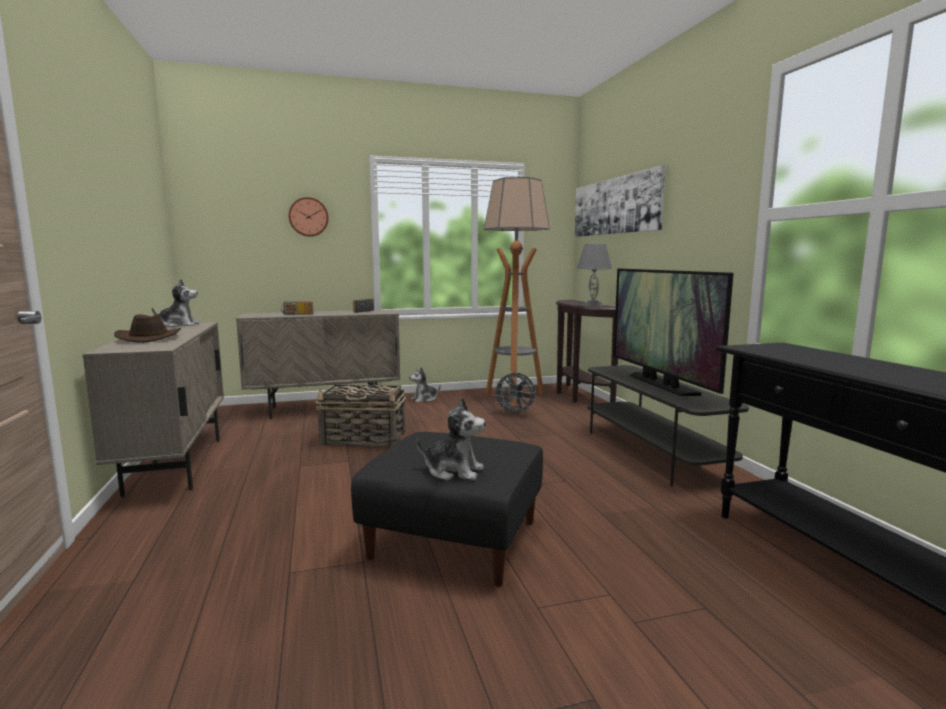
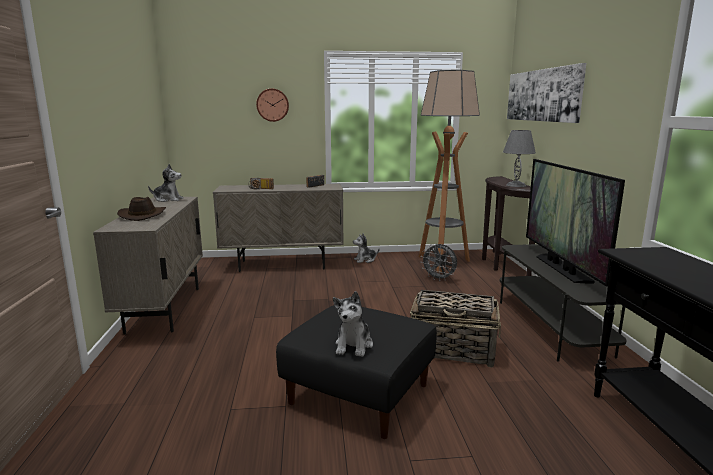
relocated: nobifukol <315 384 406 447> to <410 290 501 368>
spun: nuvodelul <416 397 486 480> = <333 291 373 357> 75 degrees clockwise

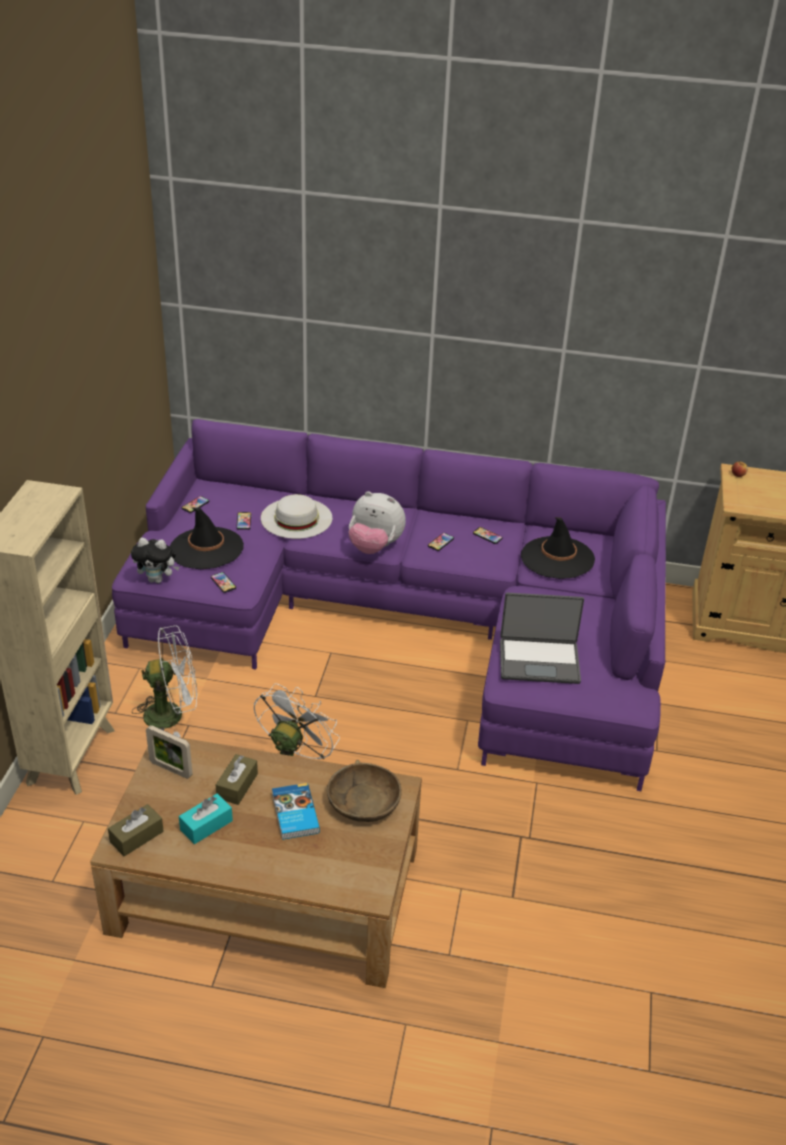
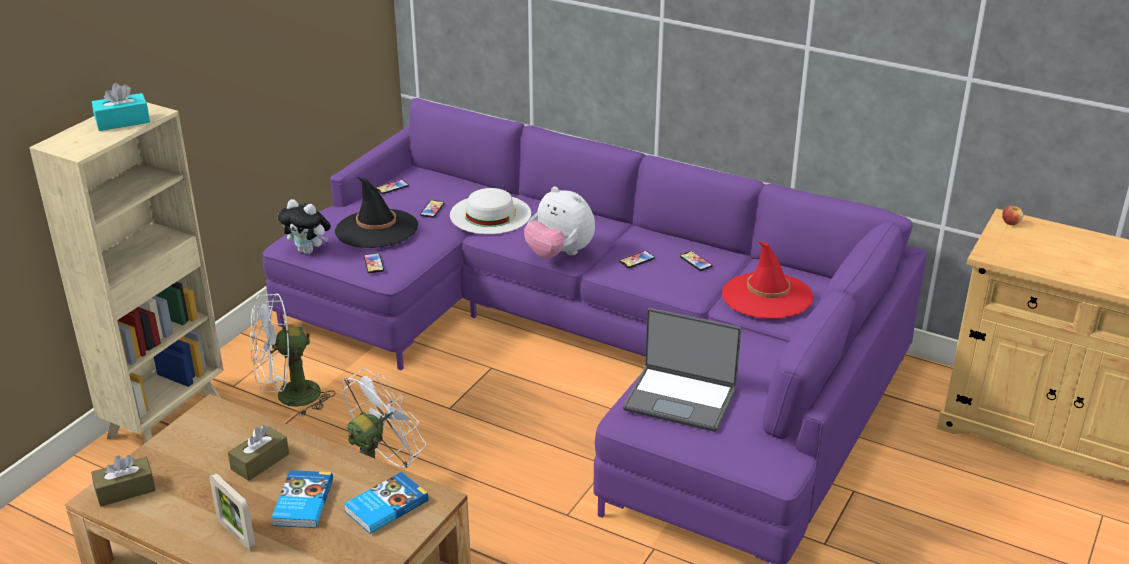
relocated: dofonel <146 725 192 779> to <209 473 255 550>; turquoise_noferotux <179 793 233 844> to <92 83 150 131>
exchanged: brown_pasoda <327 760 402 822> to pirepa <344 472 428 534>
colour: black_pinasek <521 517 595 579> to red_pinasek <722 241 813 319>
spun: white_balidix <132 625 197 737> = <250 293 336 416> 150 degrees clockwise

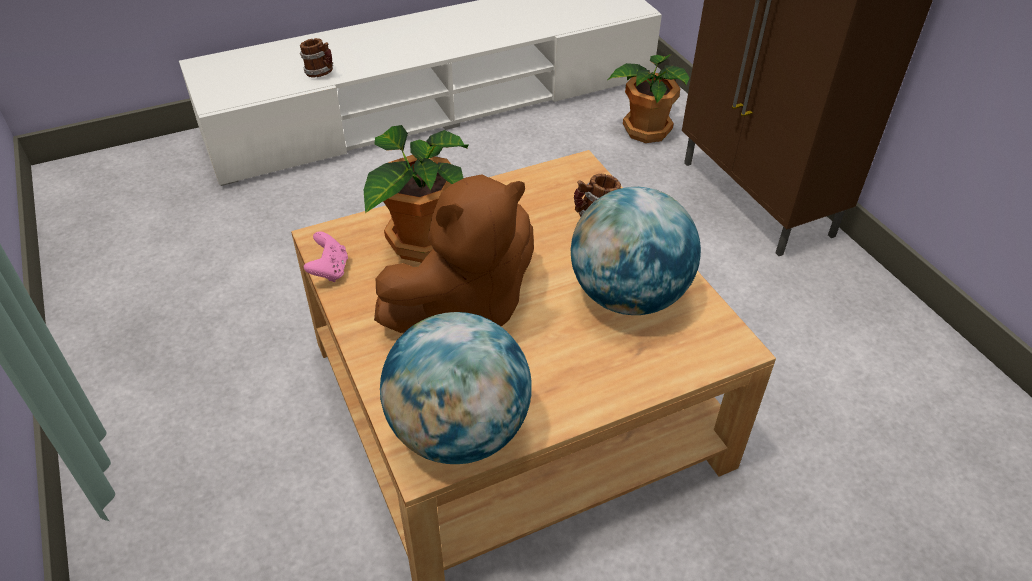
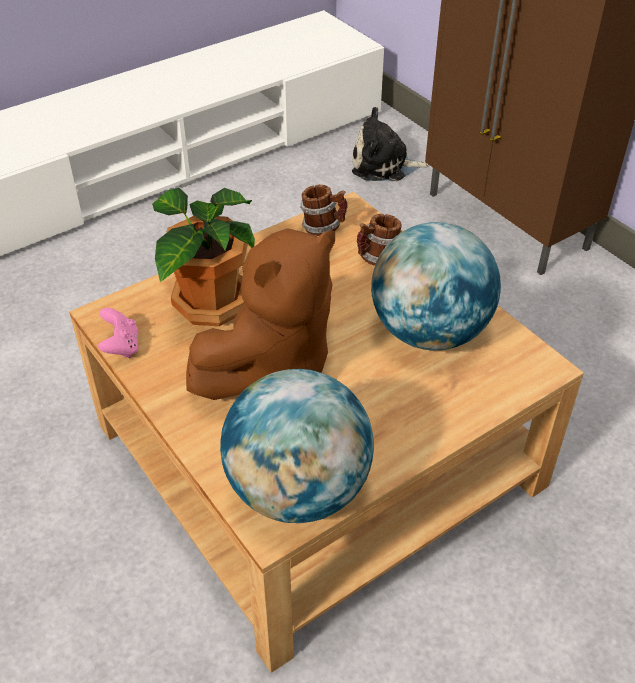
relocated: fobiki <300 38 333 77> to <300 185 347 236>
exchanged: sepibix <608 54 689 143> to nuvodelul <352 107 430 181>

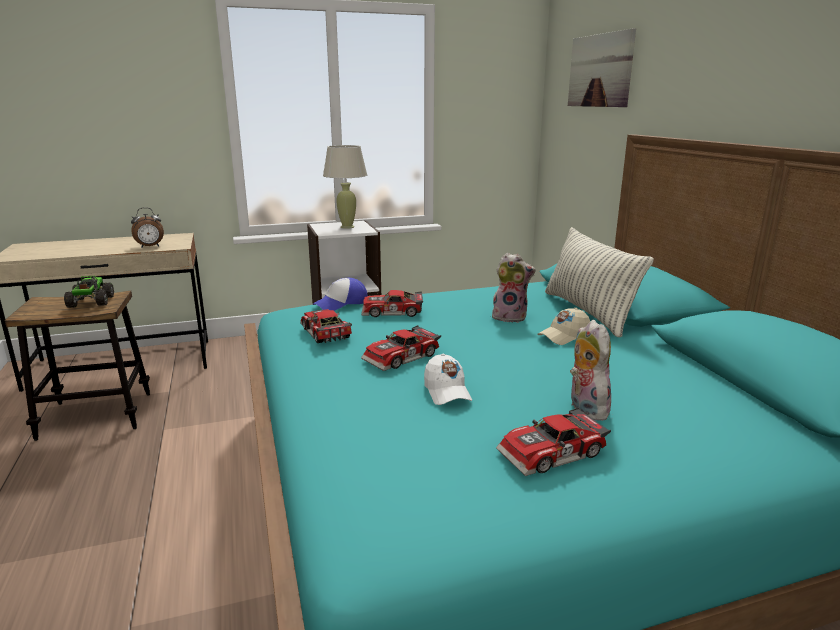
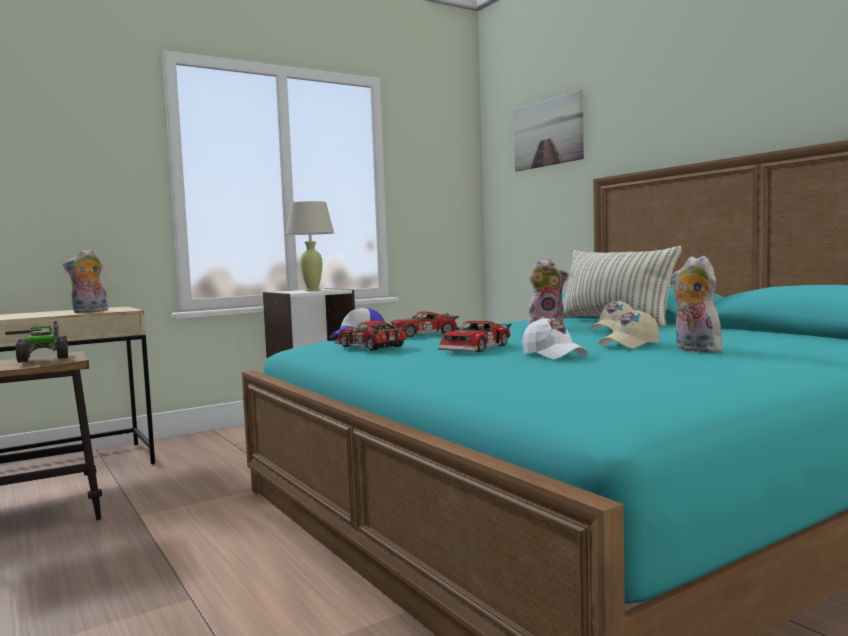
missing: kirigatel <496 408 611 476>
appeared: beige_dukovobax <599 310 659 349>
exchanged: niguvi <131 207 164 248> to nuvodelul <63 249 108 313>

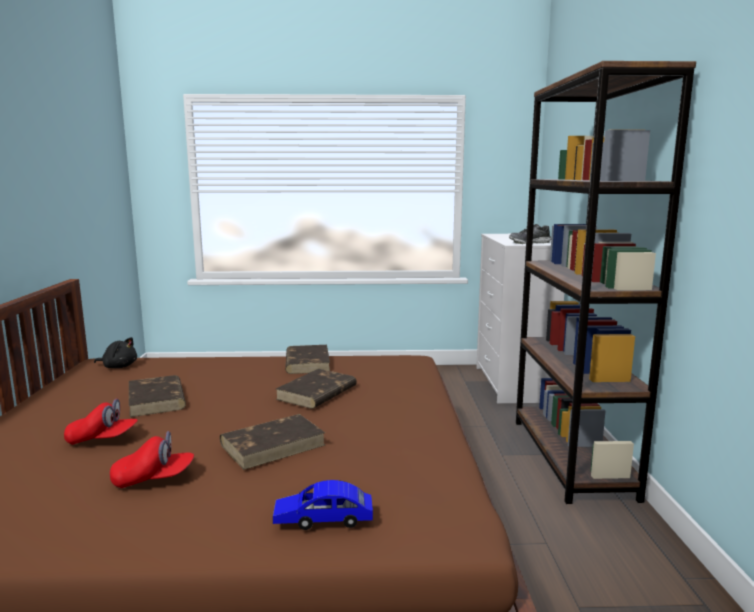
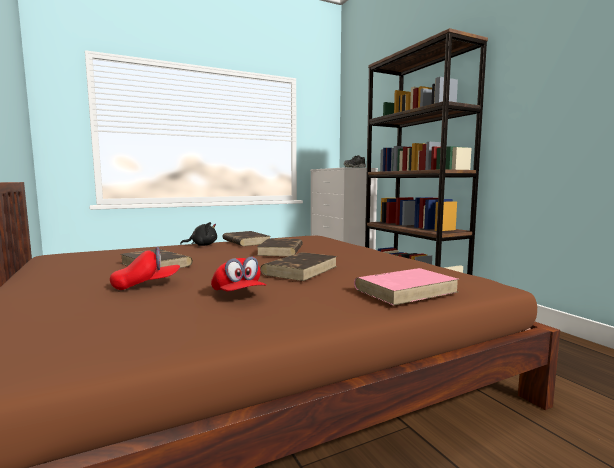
relocated: black_nuvodelul <94 337 137 368> to <180 222 217 246>
exchanged: blue_kirigatel <273 480 373 530> to pink_pirepa <354 268 460 306>
spun: red_dukovobax <110 431 194 488> = <211 256 266 292> 90 degrees clockwise

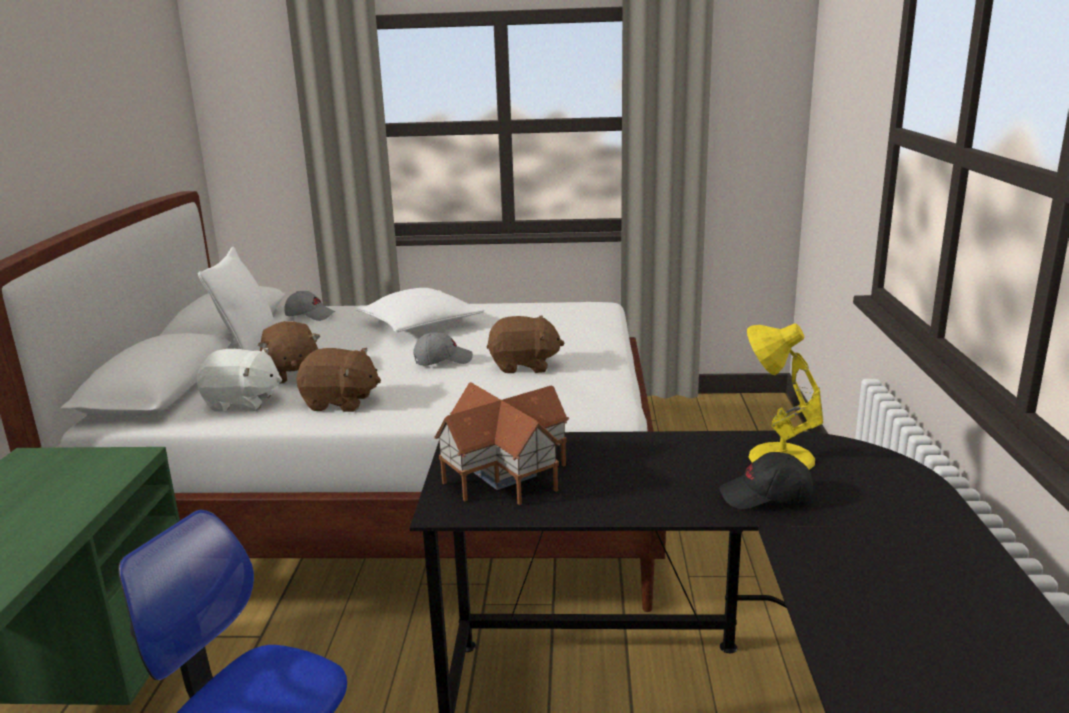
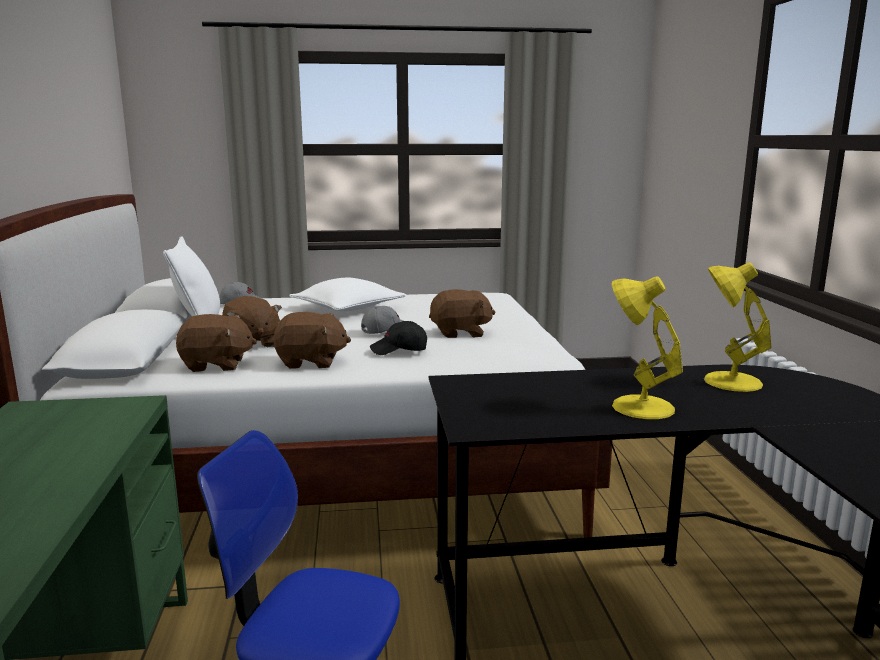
missing: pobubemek <434 382 569 505>
appeared: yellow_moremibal <612 276 683 419>
relocated: black_dukovobax <719 452 813 509> to <370 321 427 355>
colour: white_nuvodelul <196 348 282 412> to brown_nuvodelul <176 314 257 372>

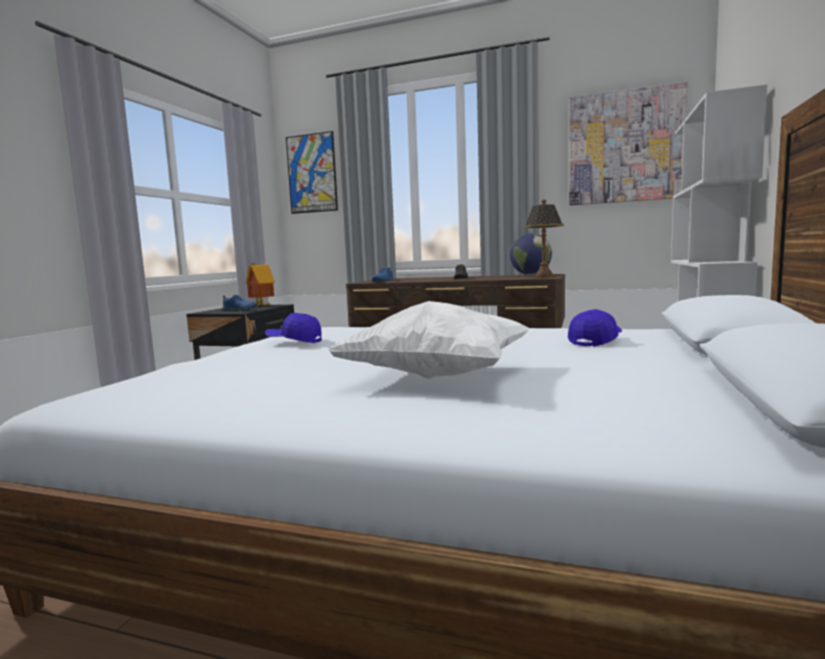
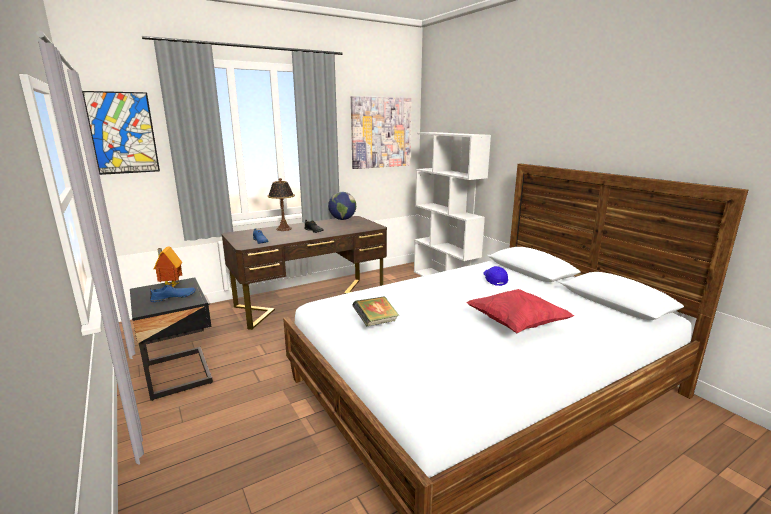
relocated: moremibal <524 199 564 278> to <268 178 295 231>
exchanged: blue_dukovobax <265 313 322 343> to pirepa <352 296 399 326>
colour: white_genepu <327 301 530 379> to red_genepu <466 289 574 333>

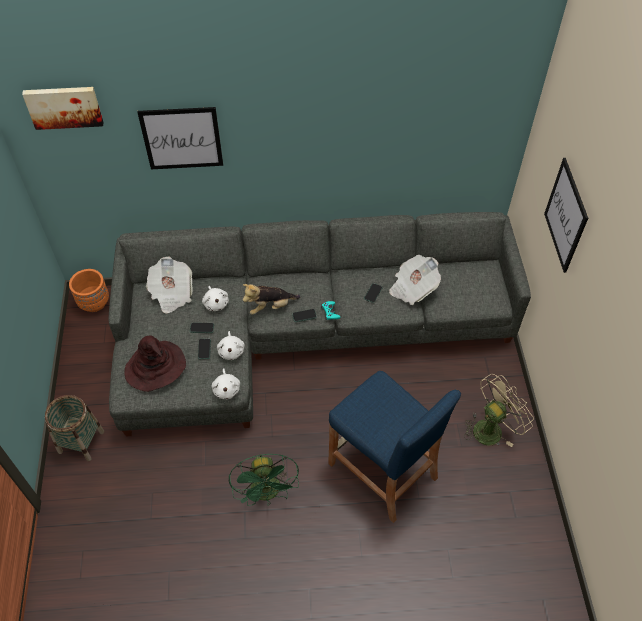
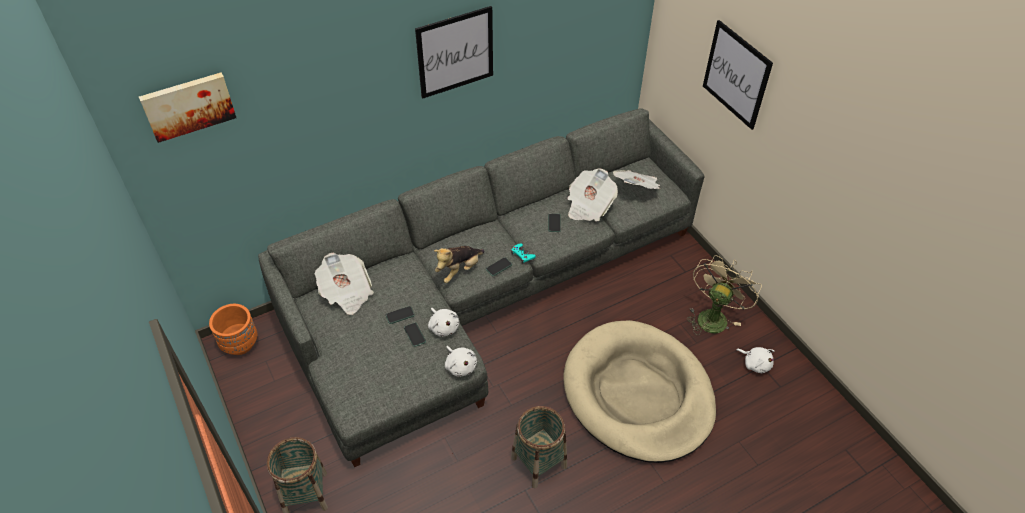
missing: brown_pinasek <124 335 186 392>
appeared: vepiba <613 170 660 189>
relocated: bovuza <137 107 223 169> to <415 6 493 99>; white_nuvodelul <202 286 229 311> to <737 347 774 373>
exchanged: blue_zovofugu <328 371 461 523> to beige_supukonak <563 320 716 463>; green_balidix <229 454 299 506> to nobifukol <511 406 567 488>

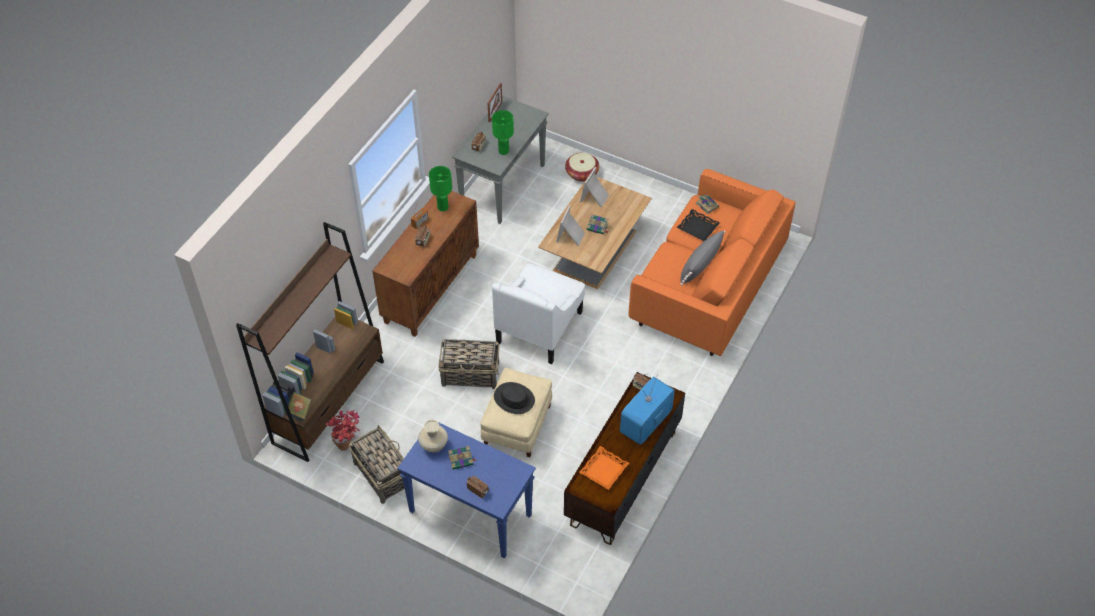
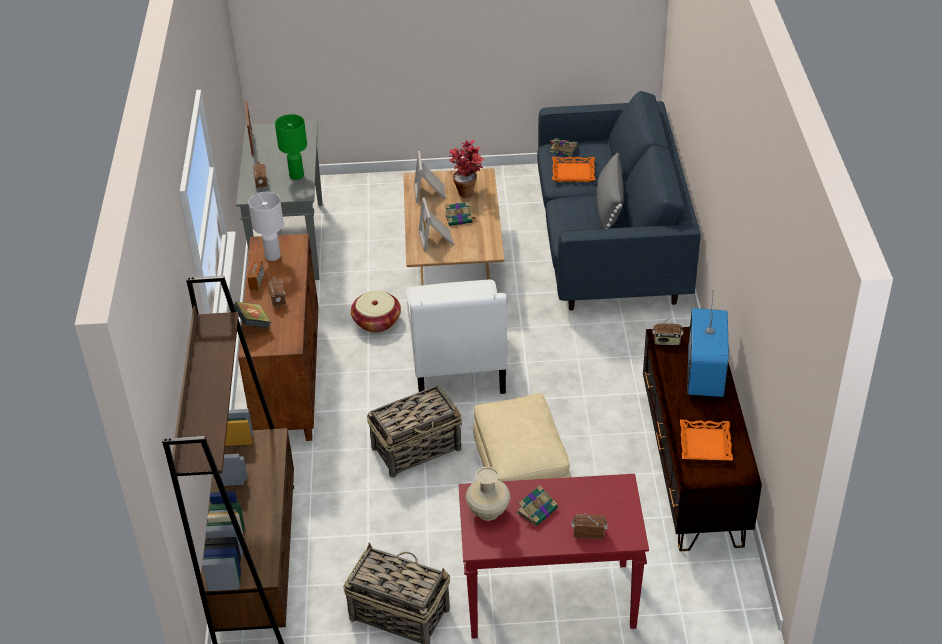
missing: black_pinasek <494 382 535 414>
relocated: nobifukol <565 153 599 182> to <351 291 401 333>; pirepa <284 392 311 423> to <234 301 271 328>; sepibix <325 410 360 451> to <449 140 484 198>
colour: green_moremibal <429 166 452 211> to white_moremibal <248 192 284 261>; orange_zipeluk <629 169 796 356> to blue_zipeluk <537 91 701 310>; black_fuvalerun <676 209 720 241> to orange_fuvalerun <552 157 595 182>; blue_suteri <397 419 536 559> to red_suteri <458 474 649 639>

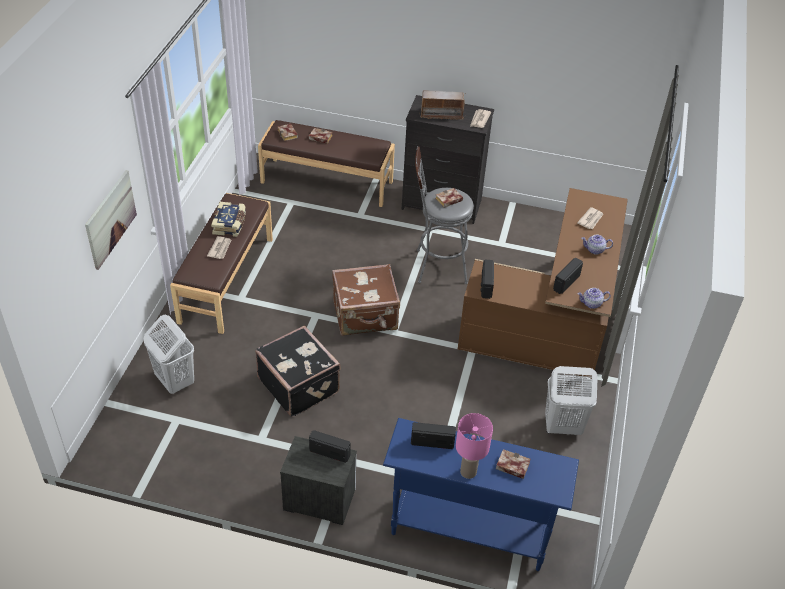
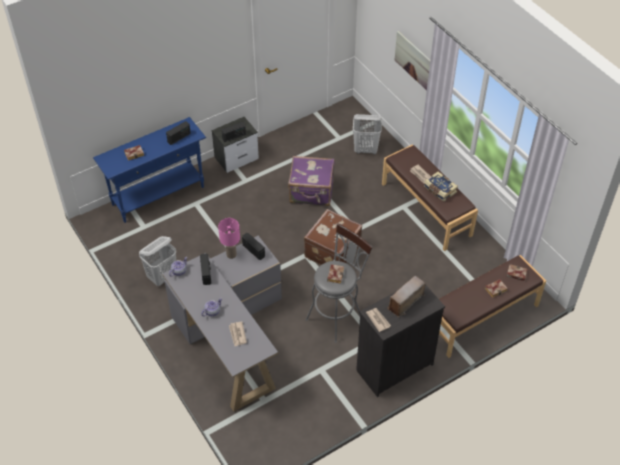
relocated: pink_moremibal <456 413 493 479> to <218 218 240 259>
colour: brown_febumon <457 188 628 379> to grey_febumon <162 236 282 411>; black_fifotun <255 325 341 417> to purple_fifotun <288 156 335 206>

